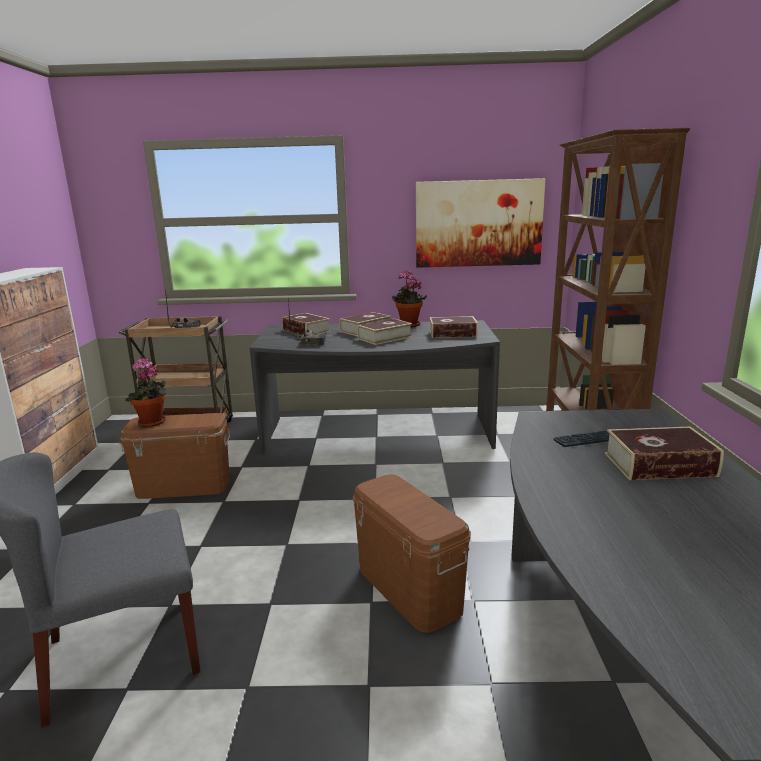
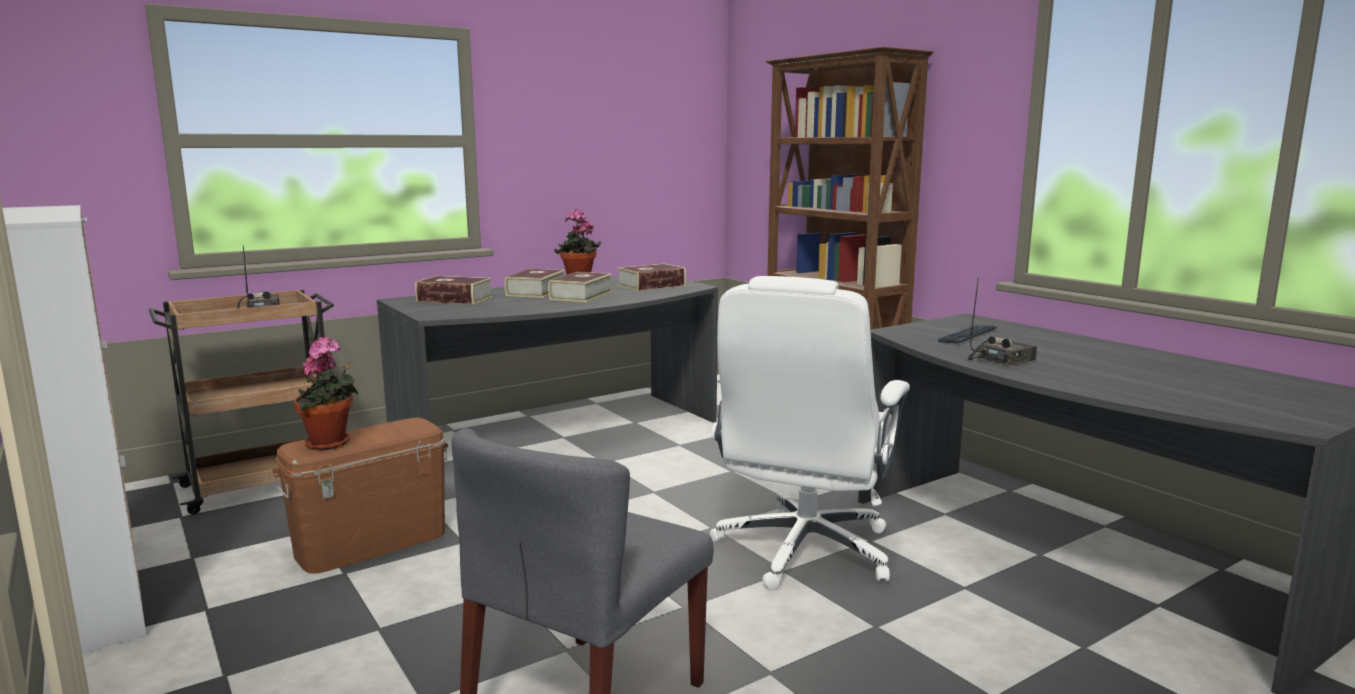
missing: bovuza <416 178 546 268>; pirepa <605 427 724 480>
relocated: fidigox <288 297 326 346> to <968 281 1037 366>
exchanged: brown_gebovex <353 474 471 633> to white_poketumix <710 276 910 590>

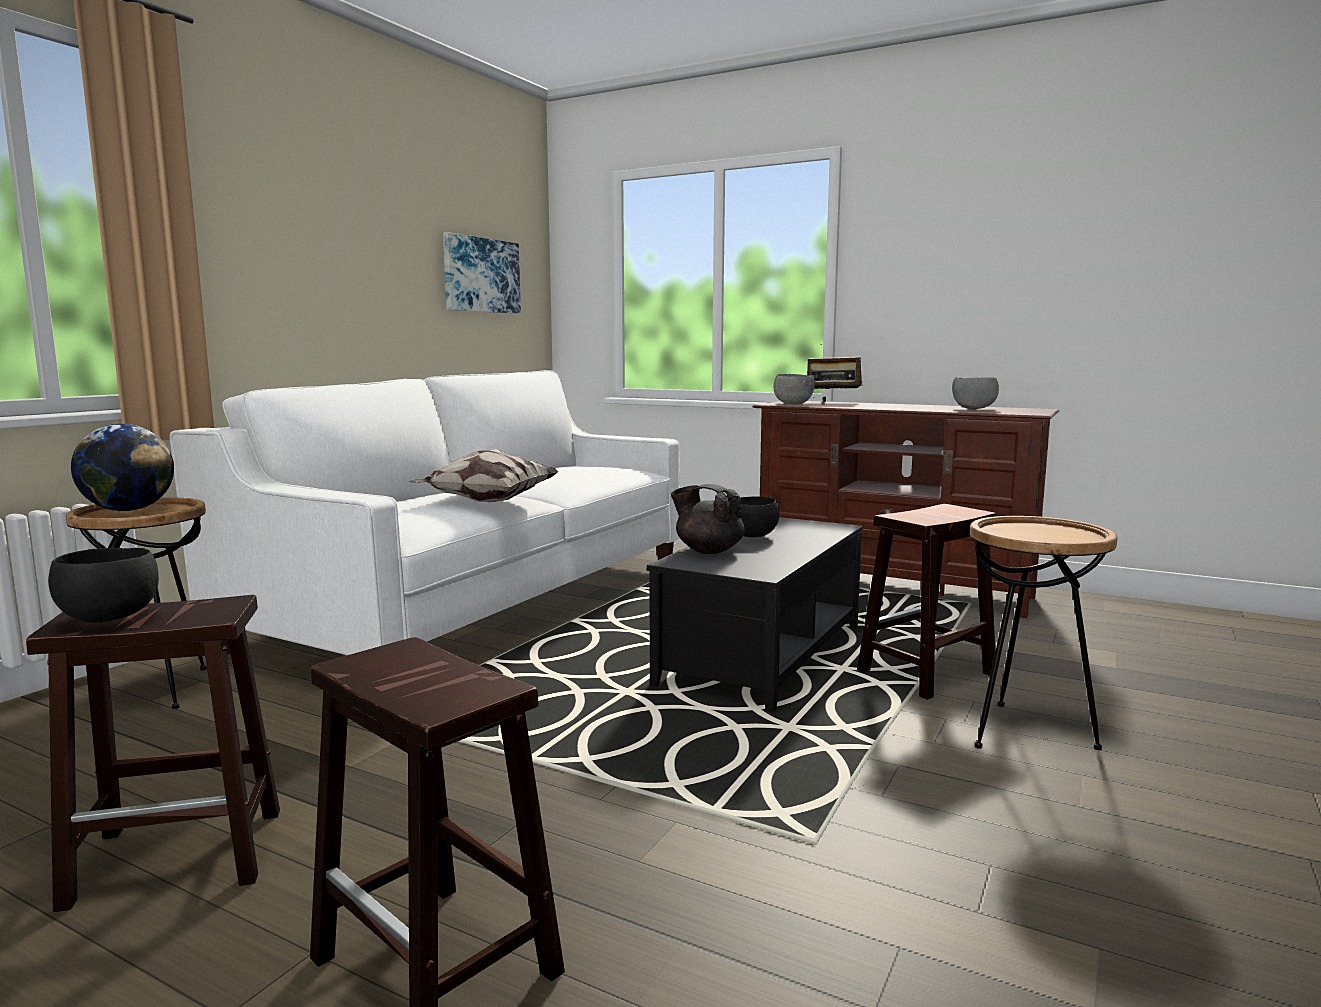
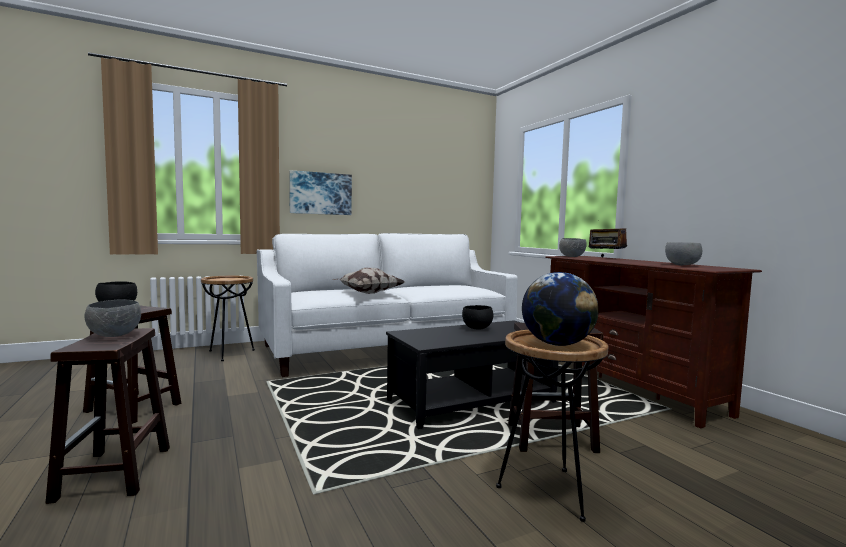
missing: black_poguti <670 484 745 554>
appeared: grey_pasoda <85 299 141 337>
relocated: bovuza <443 232 521 313> to <289 170 352 215>; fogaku <71 424 174 511> to <522 272 599 346>

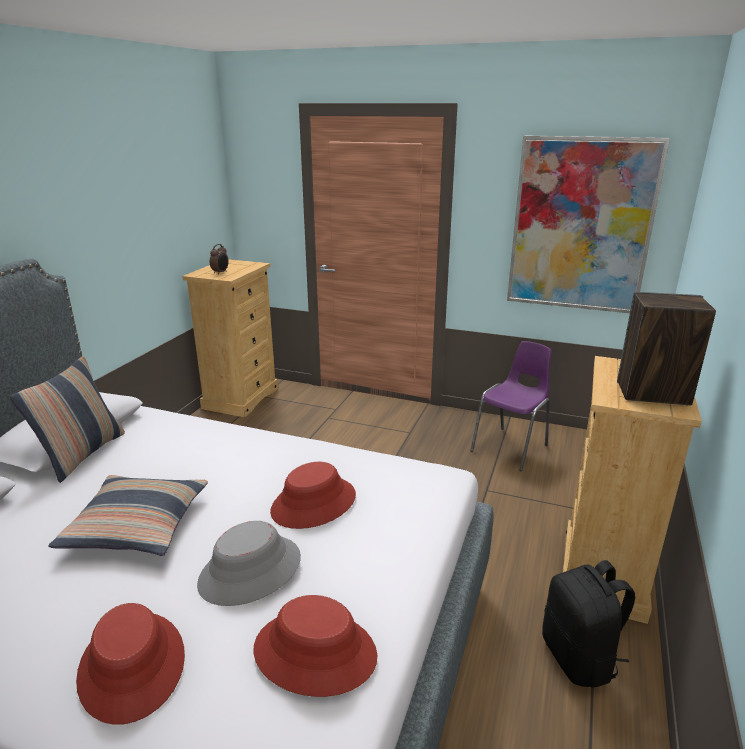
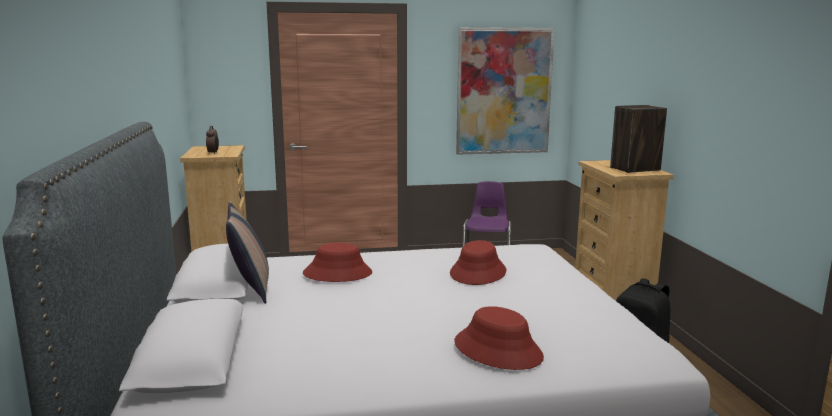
missing: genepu <48 475 208 556>; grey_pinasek <197 521 301 606>
relocated: red_pinasek <253 595 377 697> to <303 243 372 282>

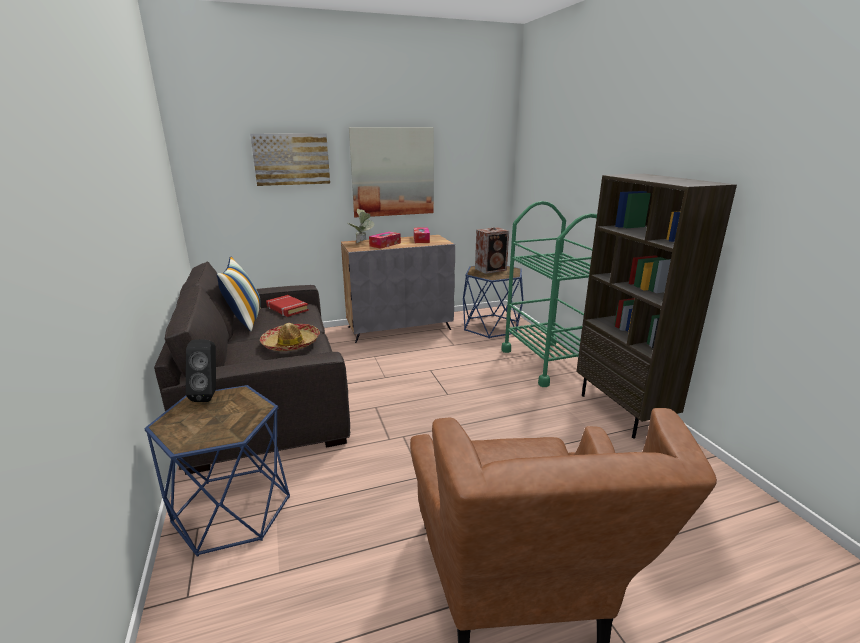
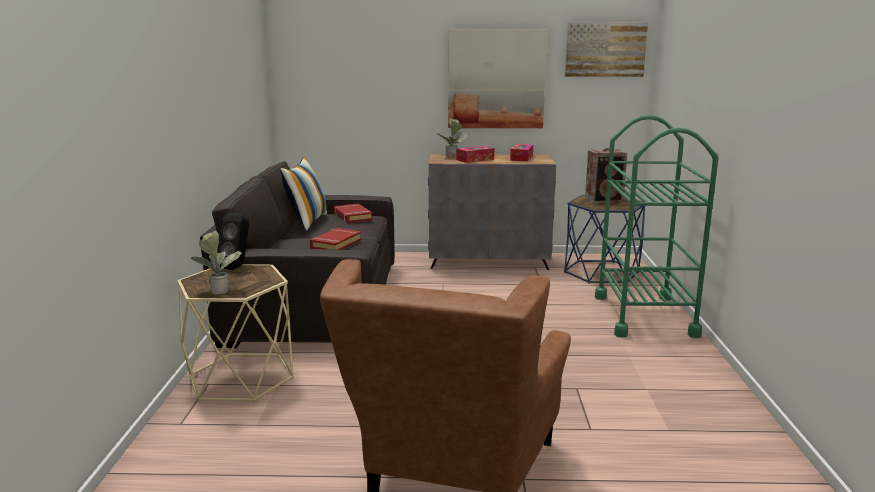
missing: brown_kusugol <576 174 737 439>
appeared: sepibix <191 231 242 295>
relocated: bovuza <250 133 330 186> to <565 22 648 77>
exchanged: pinasek <260 323 320 351> to red_pirepa <310 228 361 250>
colour: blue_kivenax <144 385 290 557> to beige_kivenax <177 264 294 402>

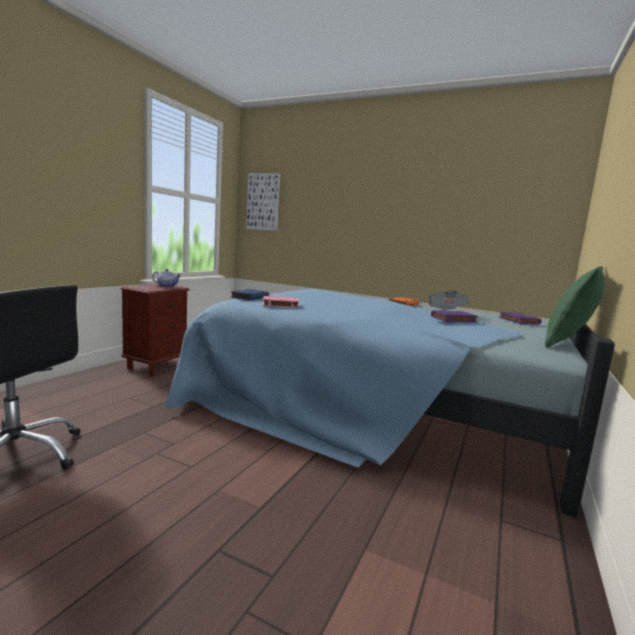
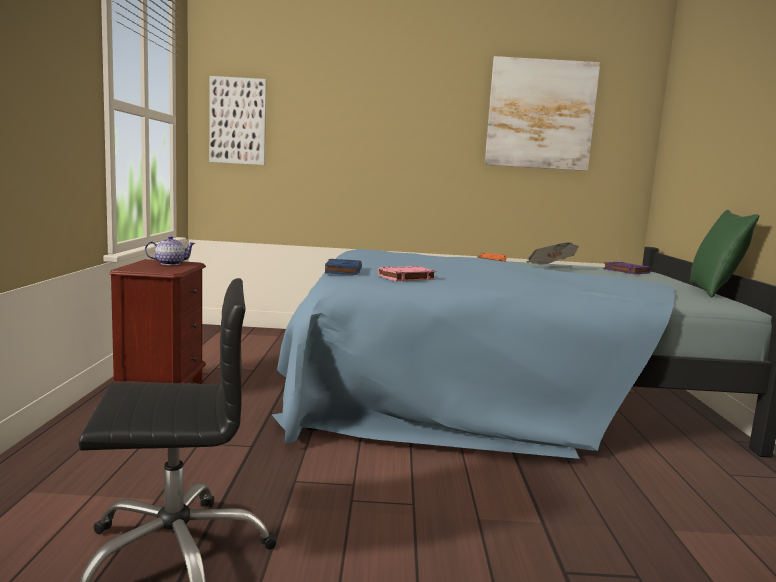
missing: purple_pirepa <431 310 478 323>
appeared: bovuza <485 56 600 171>

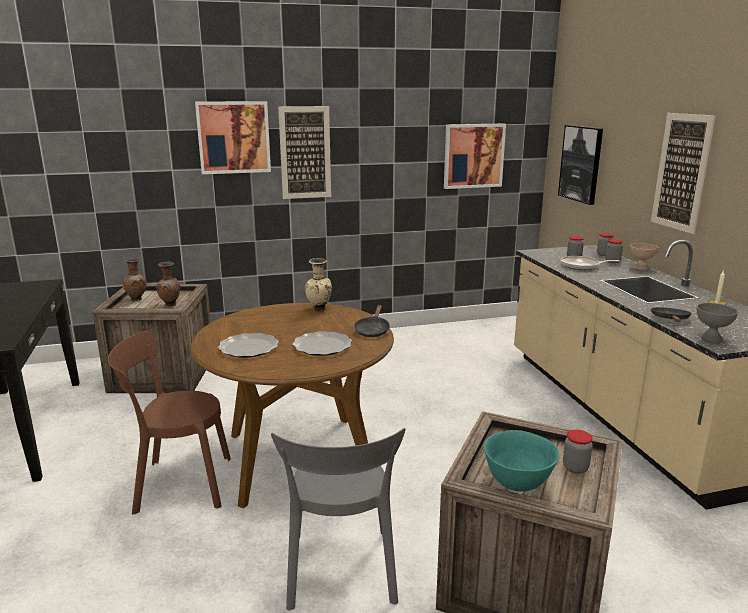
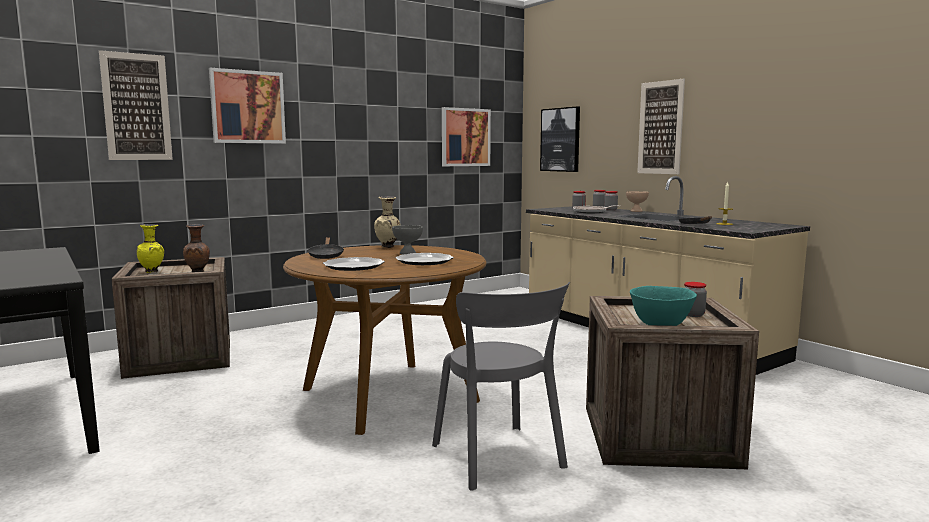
missing: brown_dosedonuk <108 331 231 514>
relocated: bovuza <278 106 331 199> to <99 50 173 160>; grey_pasoda <697 303 738 342> to <392 225 423 255>; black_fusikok <354 305 390 337> to <307 237 344 259>
colour: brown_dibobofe <123 257 146 301> to yellow_dibobofe <137 224 164 273>

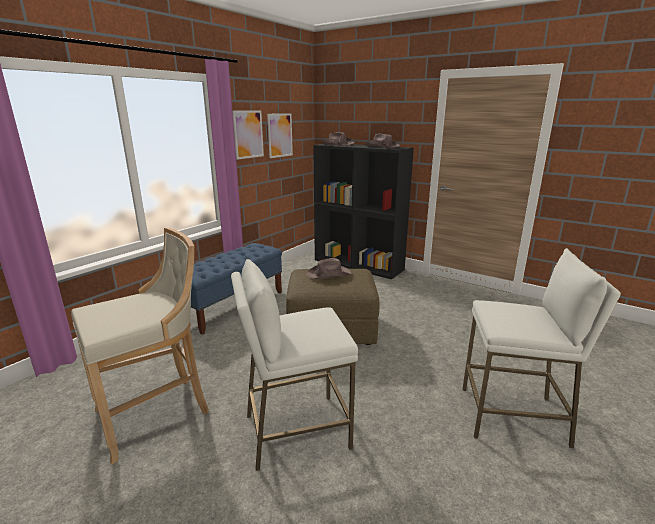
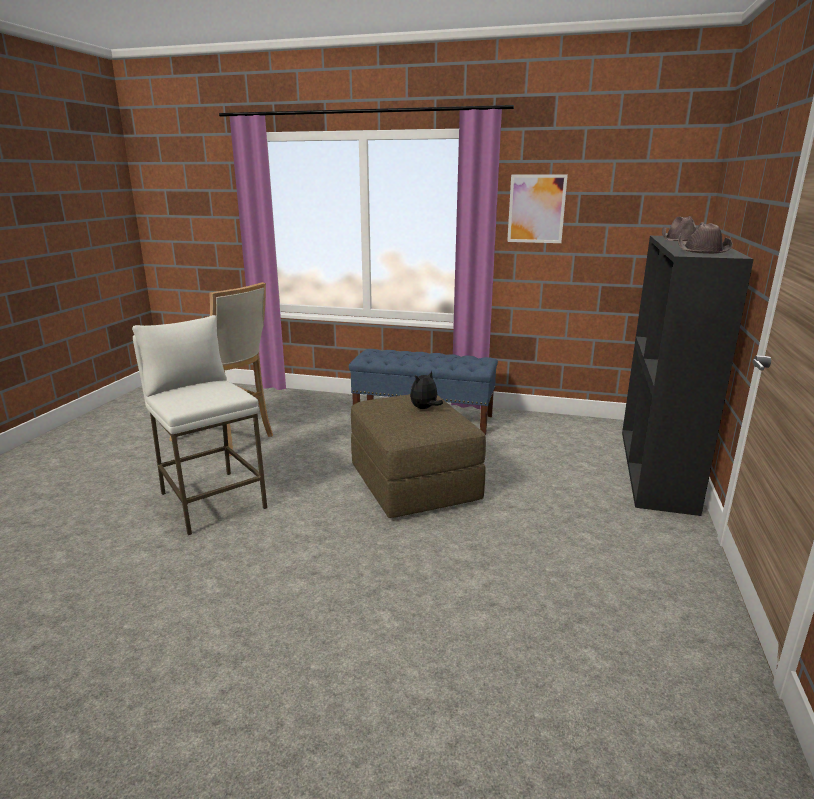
missing: bovuza <267 113 293 158>; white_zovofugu <462 248 621 448>
exchanged: brown_pinasek <306 258 351 279> to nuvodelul <410 370 443 409>

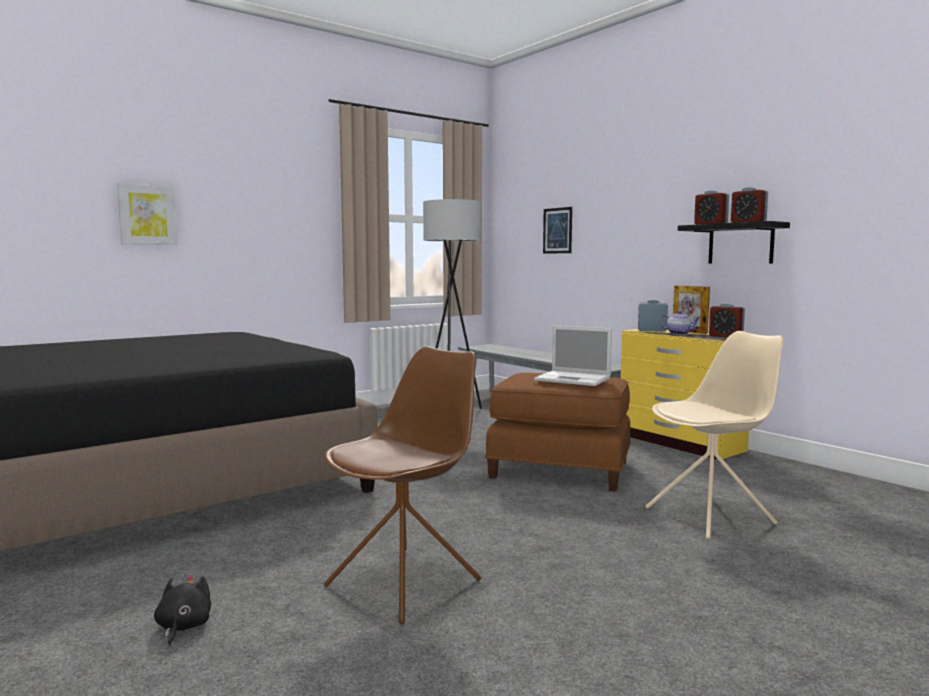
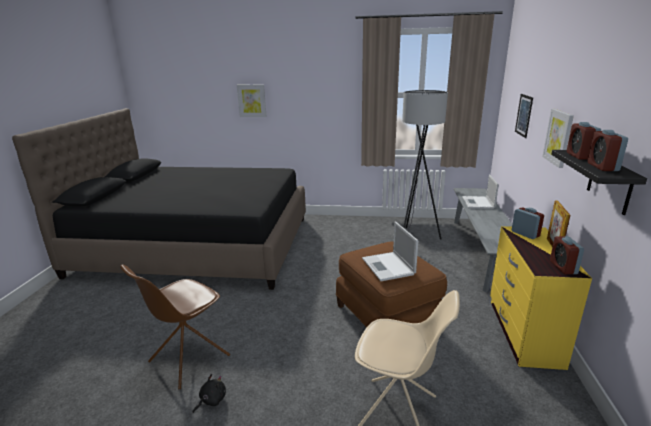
missing: poguti <660 311 700 335>
appeared: bovuza <542 109 574 168>; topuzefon <462 174 499 209>
relocated: black_nuvodelul <154 574 211 647> to <193 374 226 413>
spun: brown_dosedonuk <324 346 481 624> = <120 264 230 389> 135 degrees clockwise

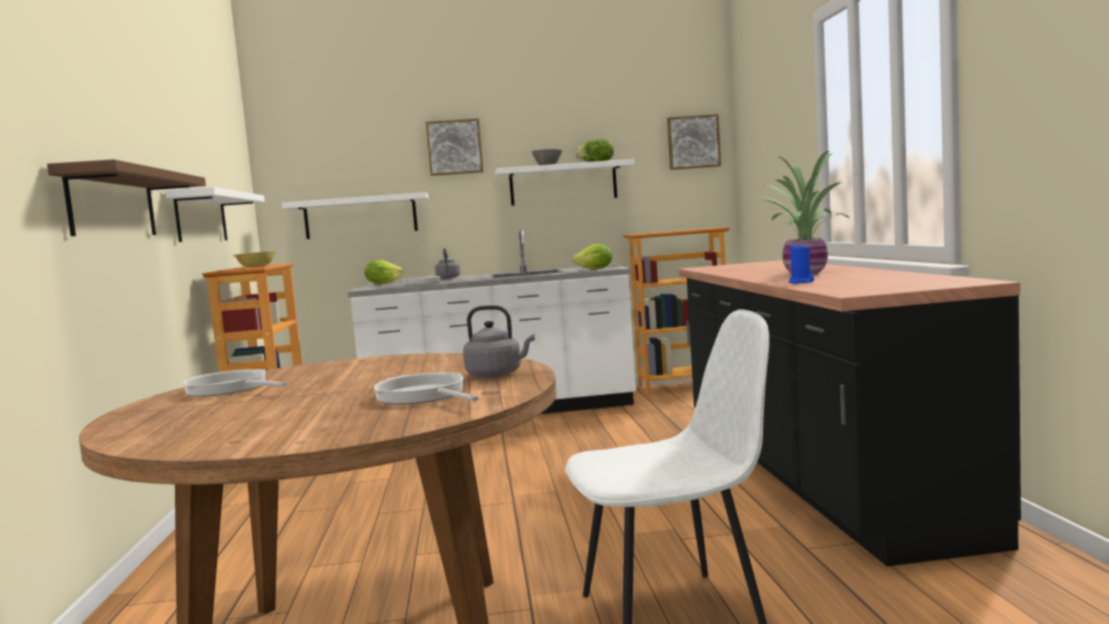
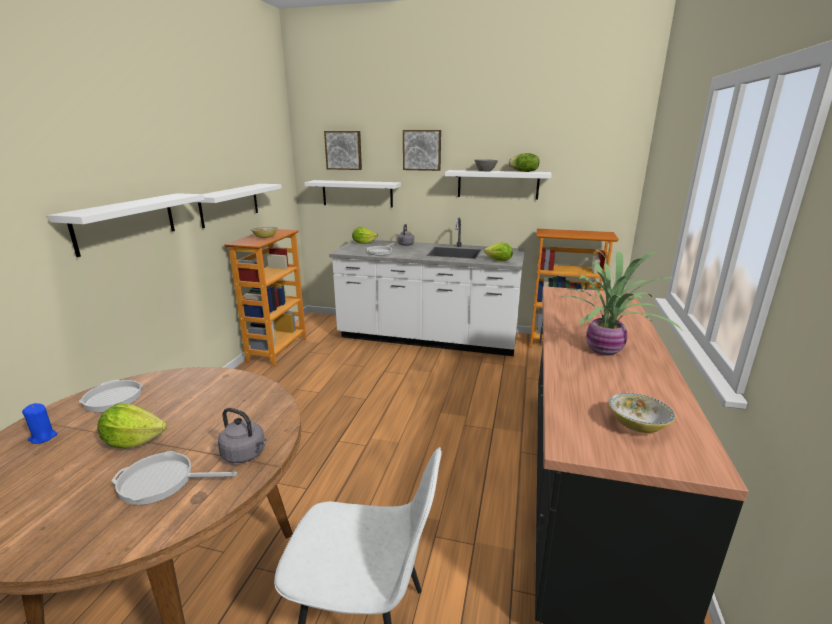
appeared: pasoda <609 393 675 433>; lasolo <97 403 167 449>
relocated: bovuza <667 114 721 170> to <324 131 362 170>; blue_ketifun <789 243 814 284> to <22 403 57 444>
colour: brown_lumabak <47 159 206 236> to white_lumabak <48 193 204 257>
spun: fusikok <374 373 479 404> = <111 451 237 505> 75 degrees counterclockwise

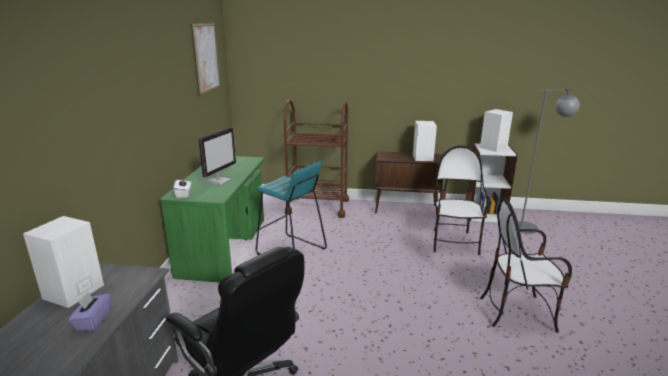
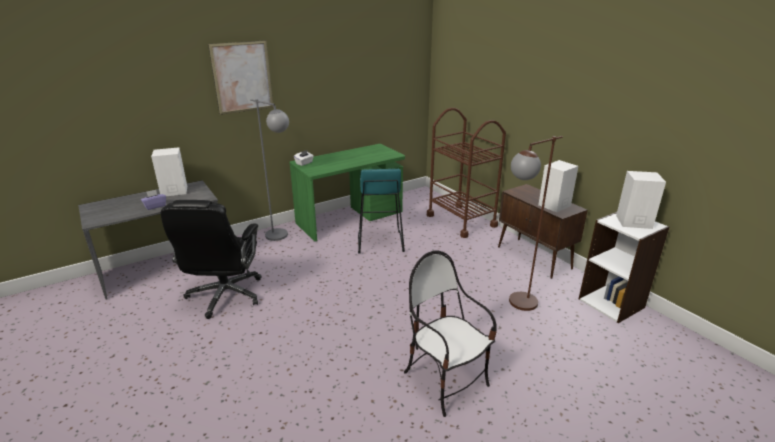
missing: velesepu <199 127 236 185>
relocated: bovuza <191 23 220 95> to <208 40 274 115>; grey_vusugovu <518 89 580 234> to <250 99 289 241>
exchanged: dosedonuk <434 146 488 255> to brown_vusugovu <509 136 563 311>

